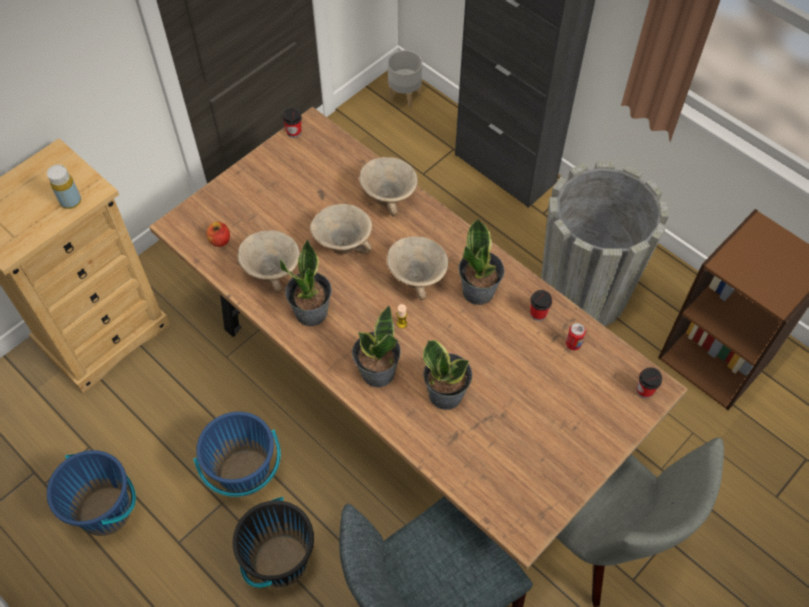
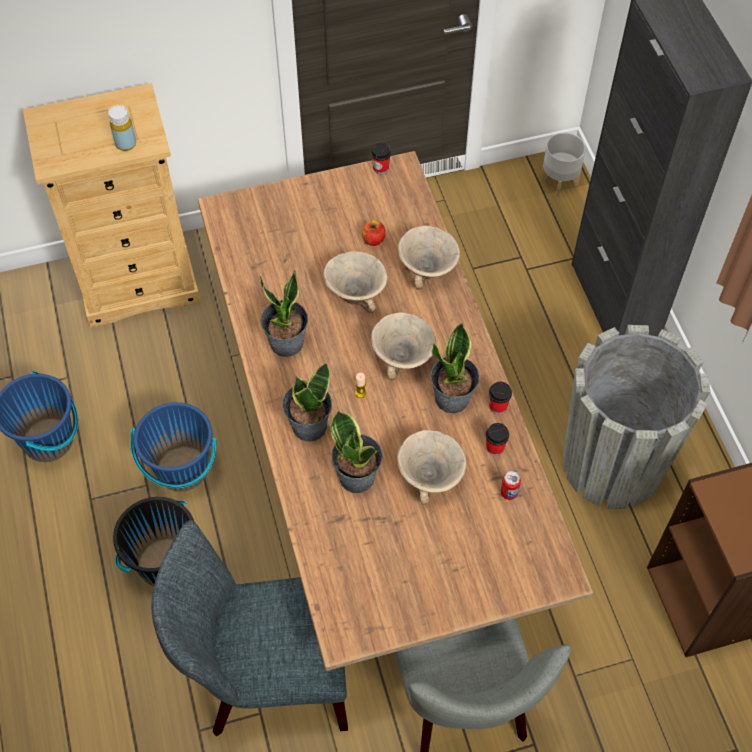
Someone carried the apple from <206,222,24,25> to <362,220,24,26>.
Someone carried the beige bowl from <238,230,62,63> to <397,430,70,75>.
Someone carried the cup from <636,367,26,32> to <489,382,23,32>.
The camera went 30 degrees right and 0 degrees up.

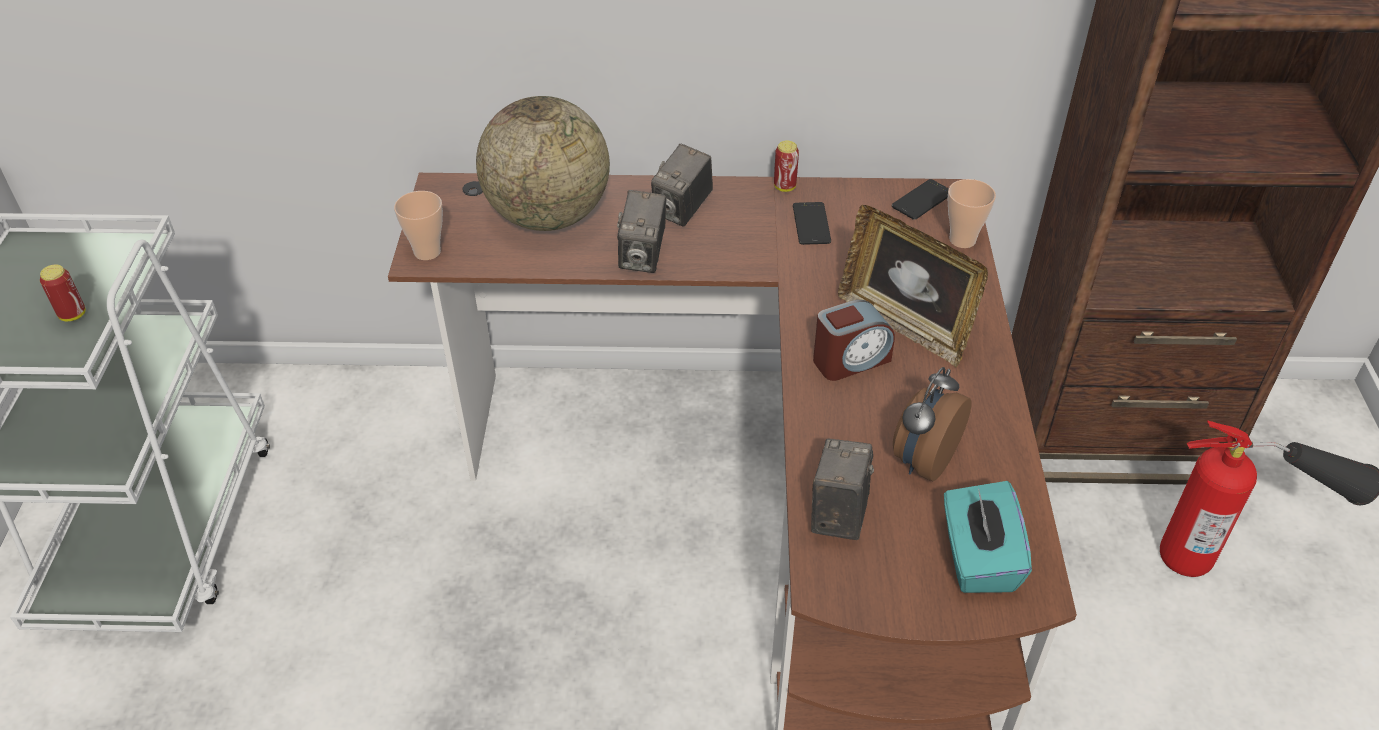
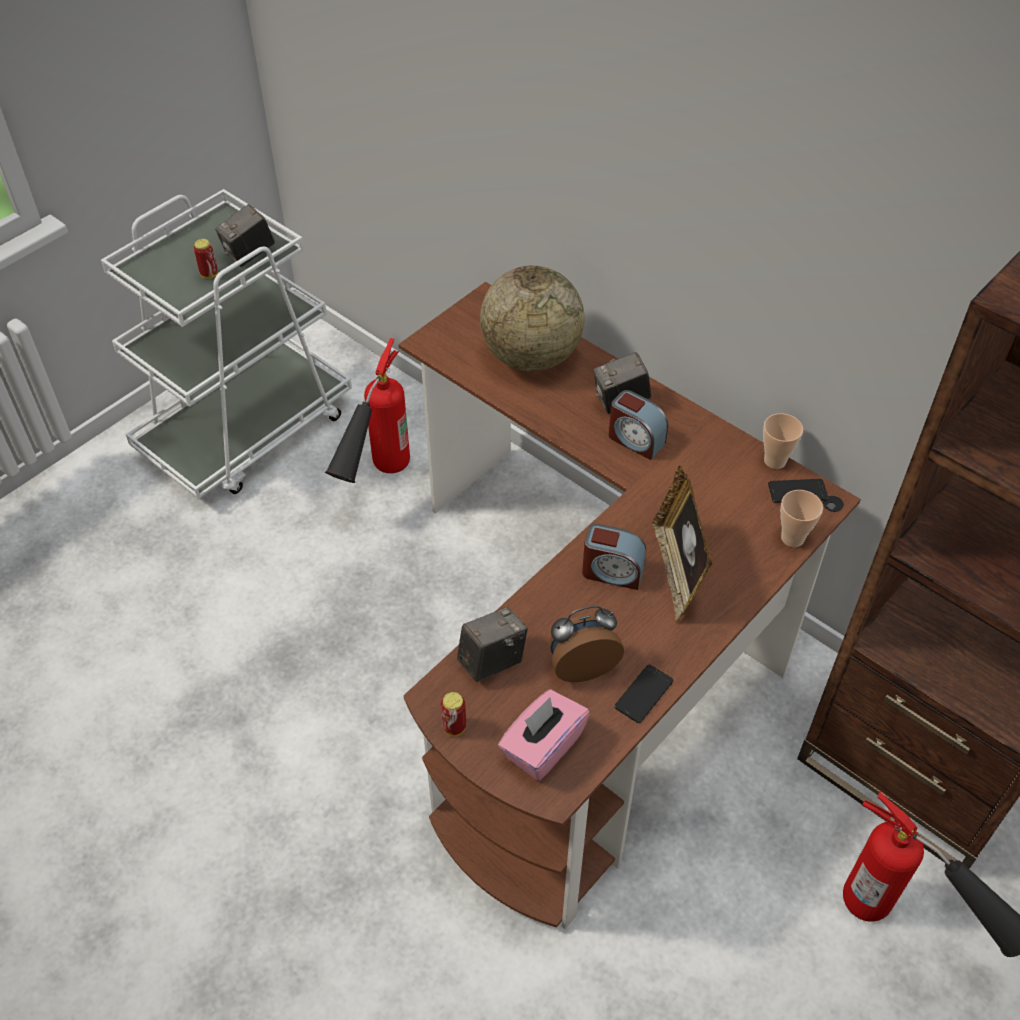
Someone carried the photo camera from <617,190,49,83> to <215,204,60,63>.
Someone put down the fire extinguisher at <325,338,85,145>.
Someone carried the can from <774,141,25,51> to <441,692,25,44>.
Someone repainted the turquoise tissue box at <944,481,88,112>, which became the pink tissue box at <498,690,92,91>.
Someone put down the alarm clock at <609,390,59,70>.
Someone carried the phone from <793,202,38,43> to <614,665,59,58>.
Someone carried the cup from <394,191,49,69> to <763,413,40,56>.
The camera went 40 degrees right and 5 degrees up.

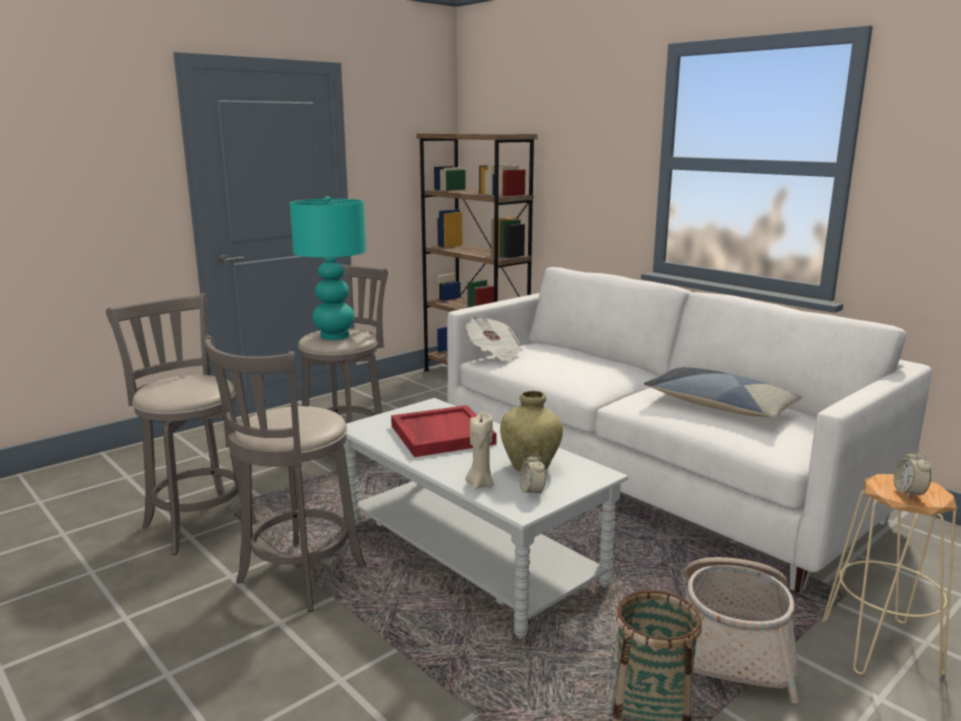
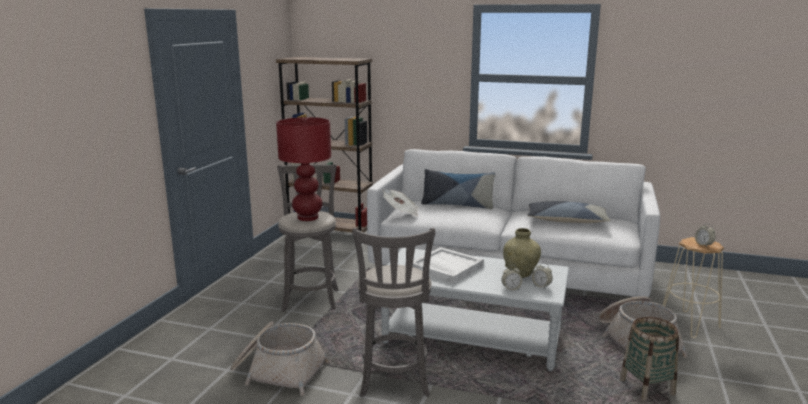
Someone swapped the grey stool at <106,294,152,261> for the basket at <230,322,100,74>.
Someone repainted the turquoise table lamp at <290,196,76,144>, which became the red table lamp at <276,117,55,104>.
Someone repainted the red tray at <391,405,105,52>, which became the white tray at <412,247,72,37>.
Someone put down the pillow at <421,169,74,40>.
Someone swapped the beige candle at <465,412,29,77> for the alarm clock at <501,265,21,26>.
The camera went 30 degrees left and 0 degrees up.

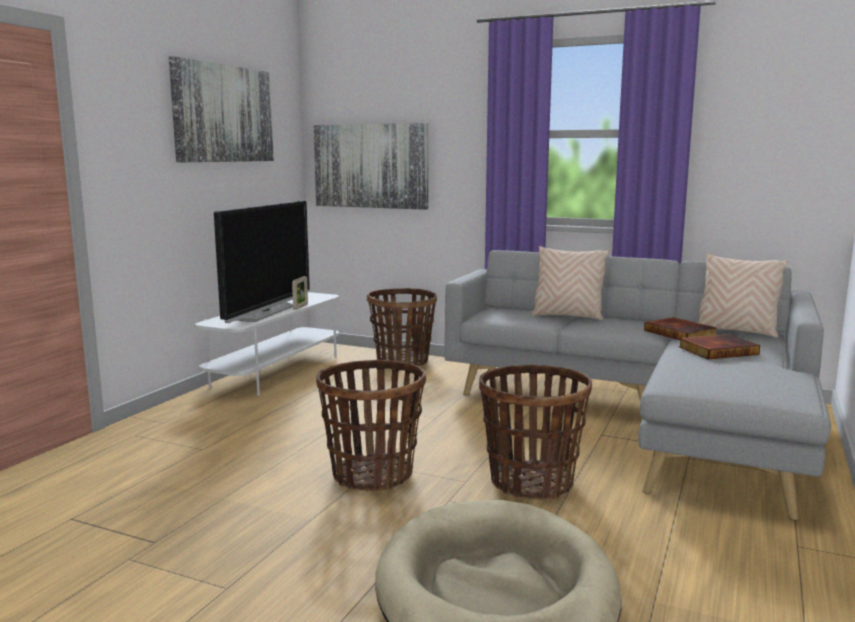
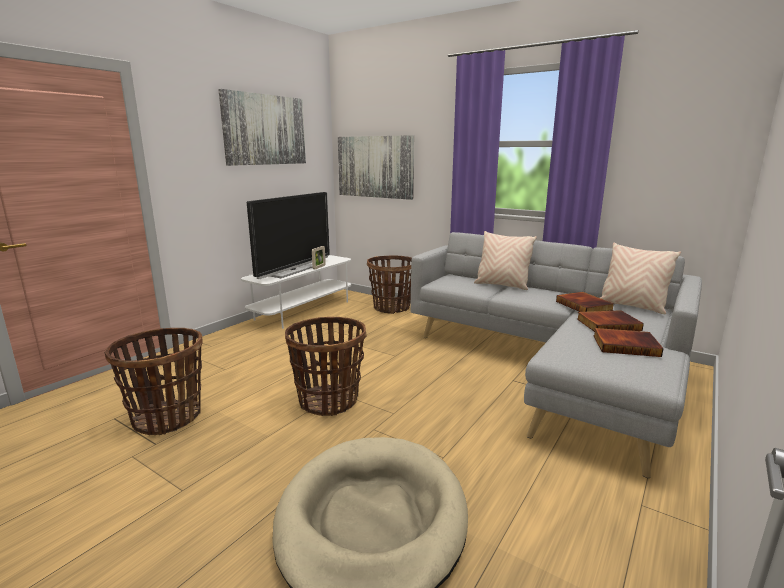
Someone carried the basket from <479,364,113,136> to <104,328,99,107>.
Someone put down the book at <593,328,71,29>.
The camera went 10 degrees right and 5 degrees up.

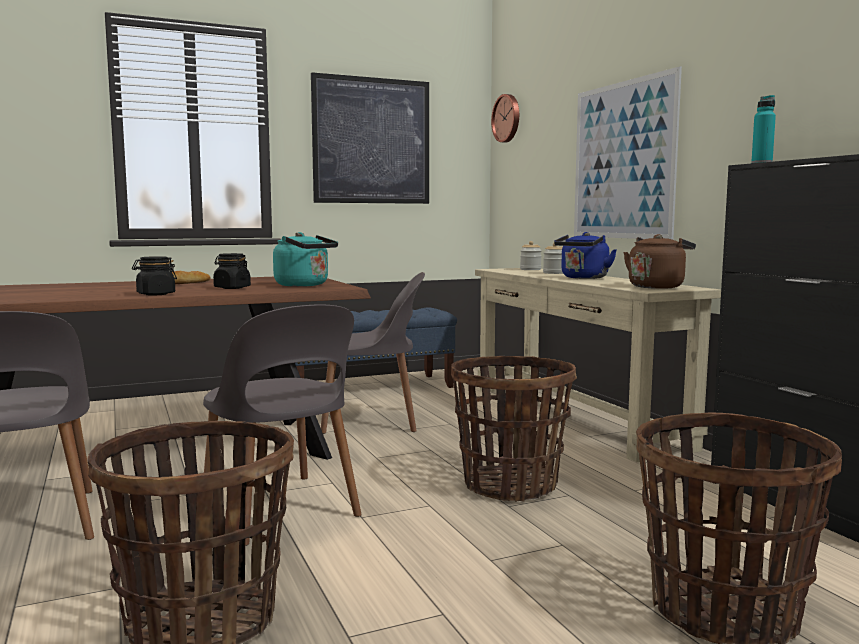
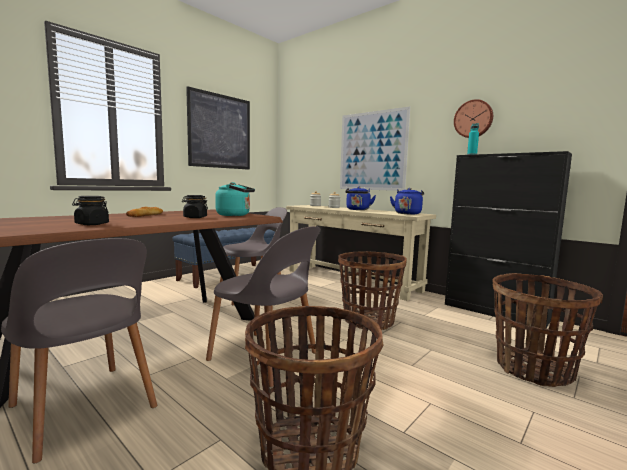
Someone carried the black jar from <132,256,45,40> to <72,196,37,29>.
Someone repainted the brown kettle at <623,234,73,55>, which became the blue kettle at <390,188,34,27>.
Someone carried the wall clock from <491,94,28,49> to <454,99,39,39>.
The camera went 25 degrees left and 0 degrees up.

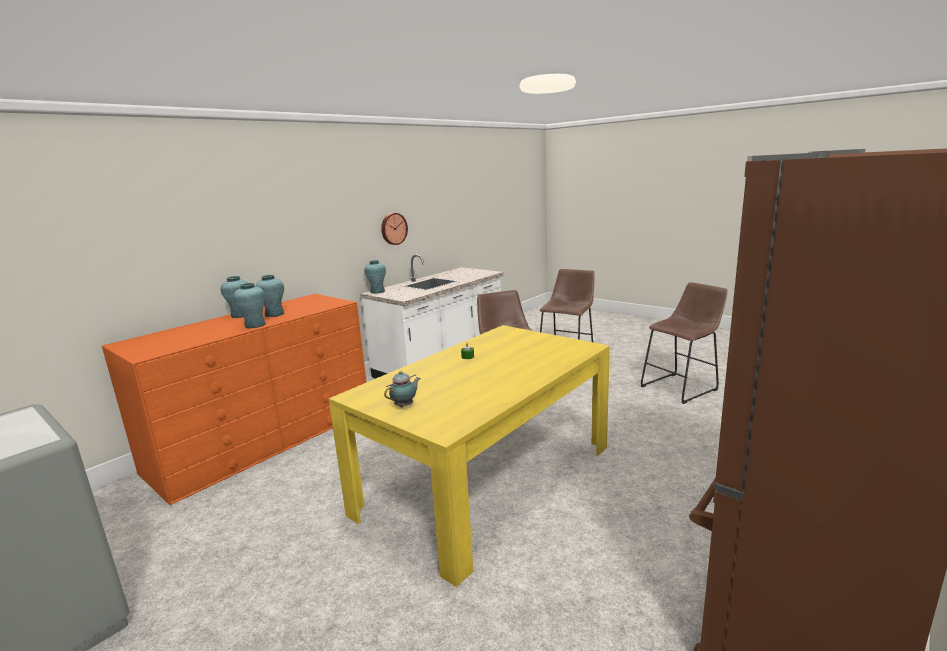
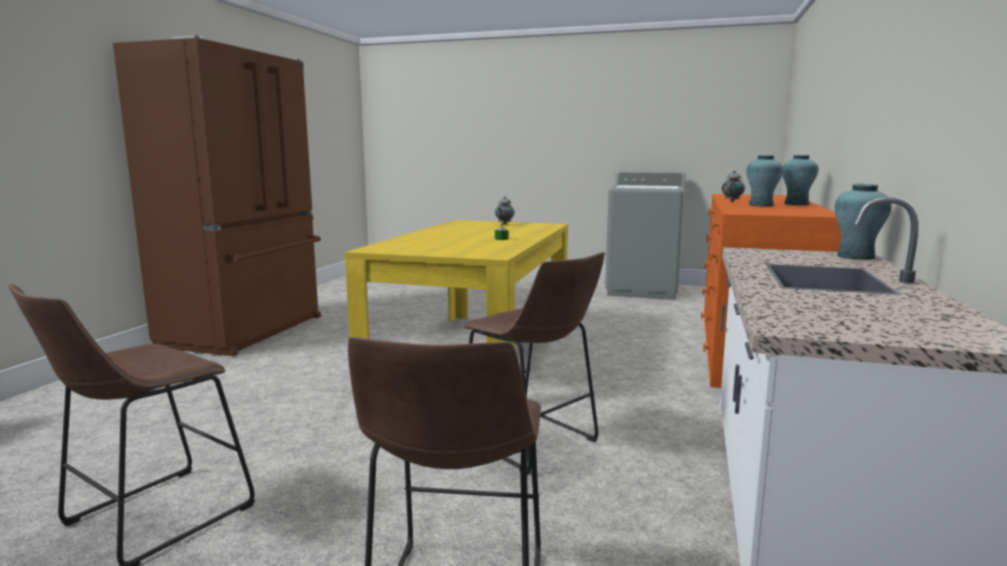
Someone swapped the turquoise vase at <234,283,32,45> for the teapot at <722,171,23,31>.
Someone took away the wall clock at <381,213,27,32>.
The camera went 155 degrees right and 5 degrees down.

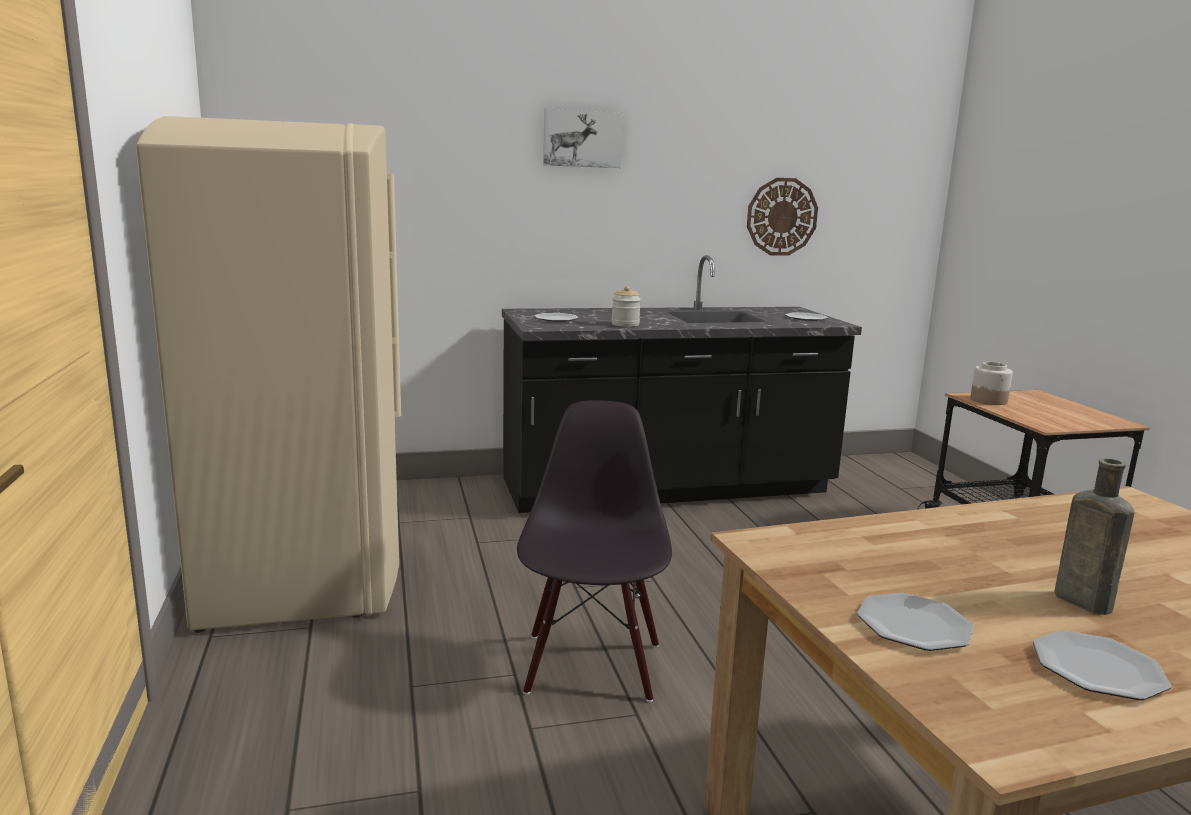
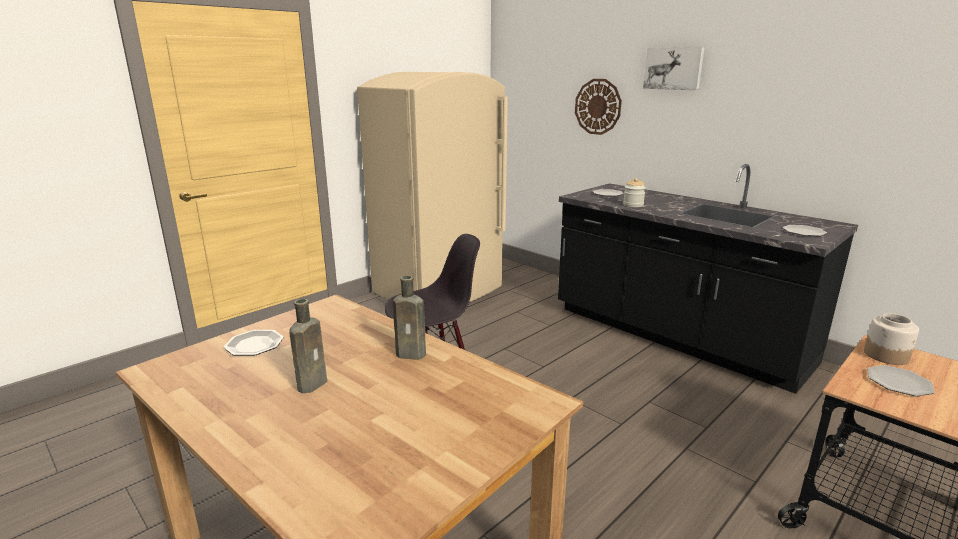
Someone put down the brown bottle at <393,276,33,84>.
Someone carried the wall clock from <747,178,71,78> to <575,79,47,56>.
Someone carried the plate from <1033,630,138,70> to <868,365,67,31>.
The camera went 60 degrees right and 5 degrees up.

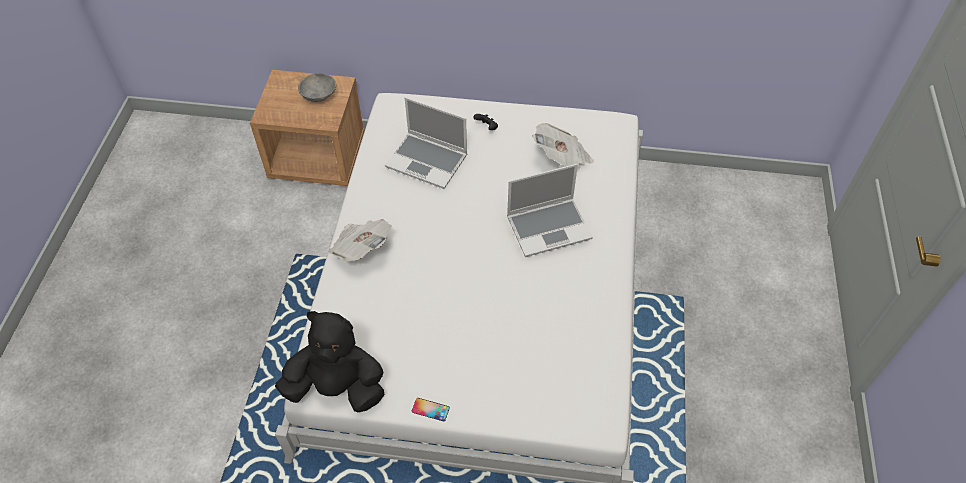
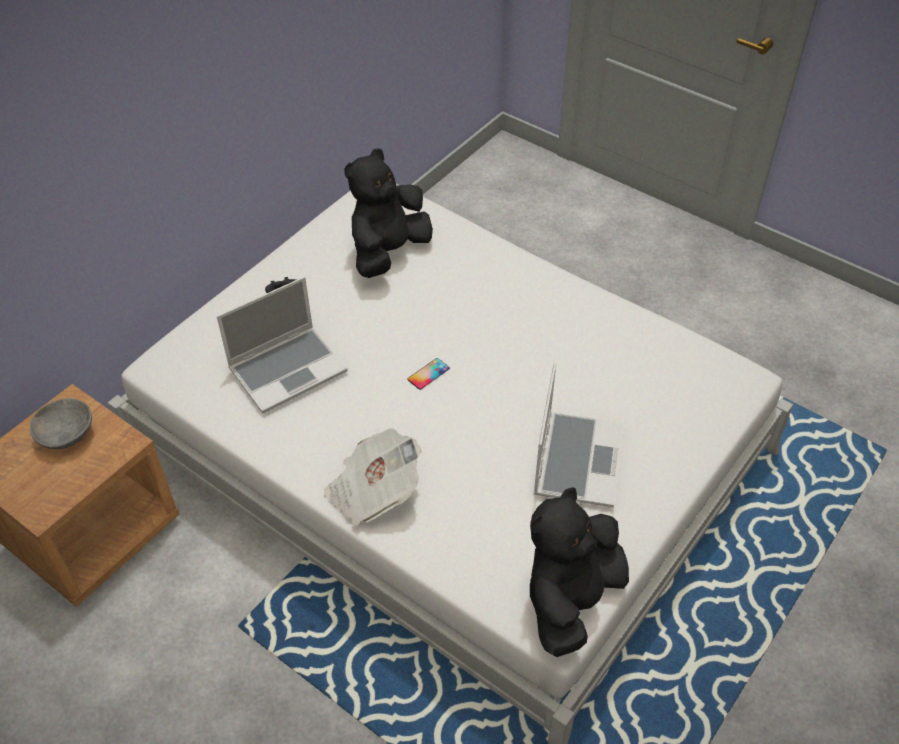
Someone swapped the newspaper at <532,123,62,45> for the black plush toy at <344,148,89,130>.
Someone carried the phone from <412,398,38,24> to <407,358,43,32>.
Someone carried the laptop from <507,164,86,93> to <534,362,89,145>.
The camera went 60 degrees left and 5 degrees down.

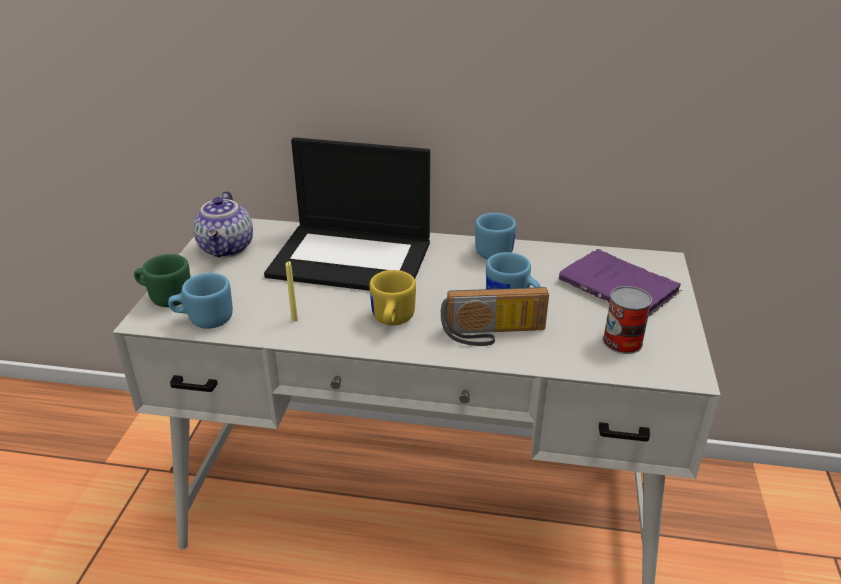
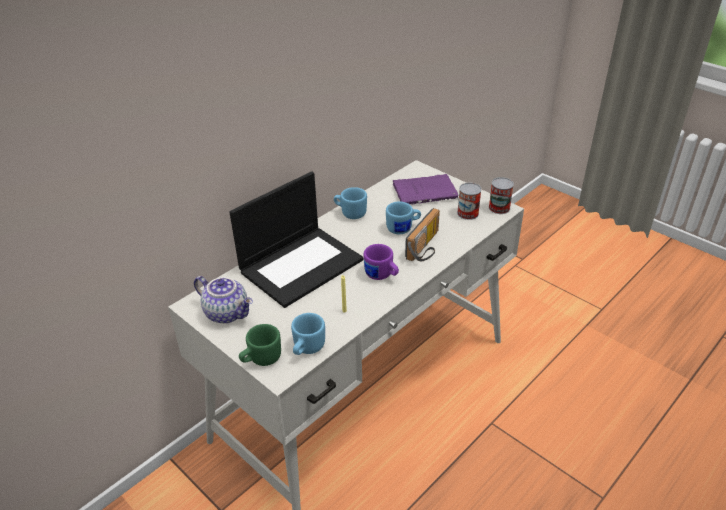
Someone repainted the yellow mug at <369,270,47,55>, which became the purple mug at <364,244,35,36>.
Someone put down the can at <489,177,25,37>.
The camera went 55 degrees left and 5 degrees up.

